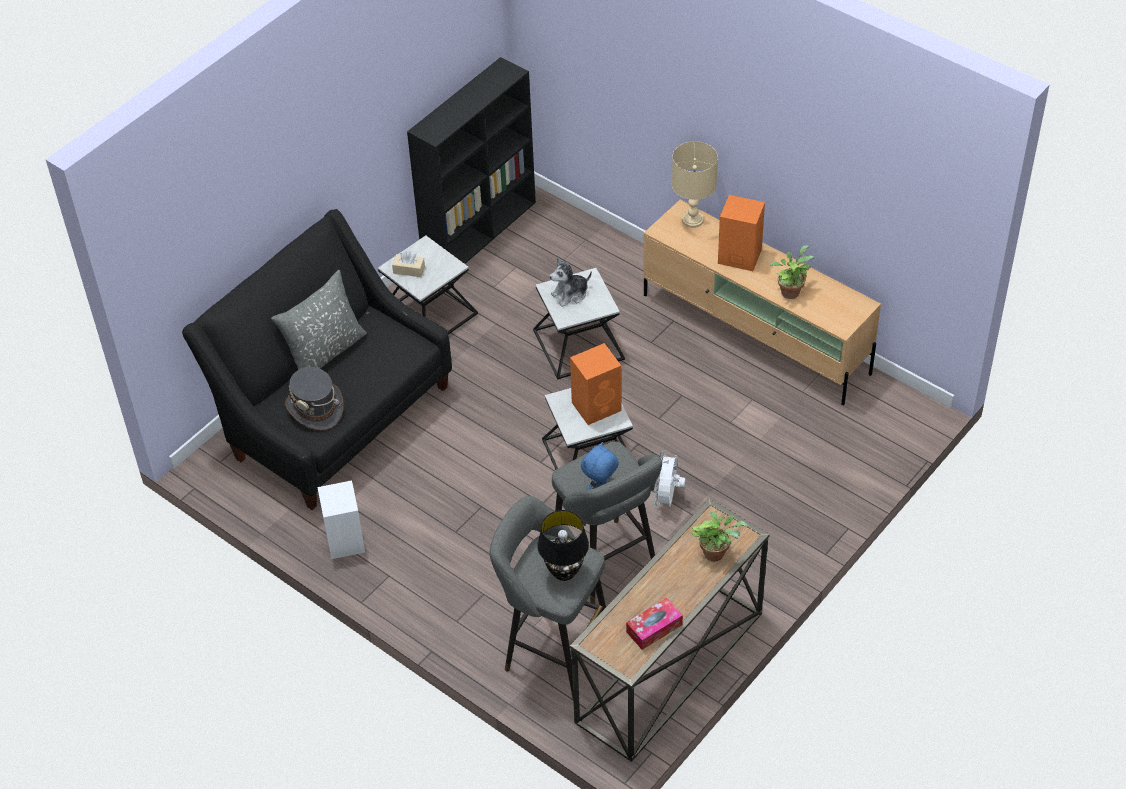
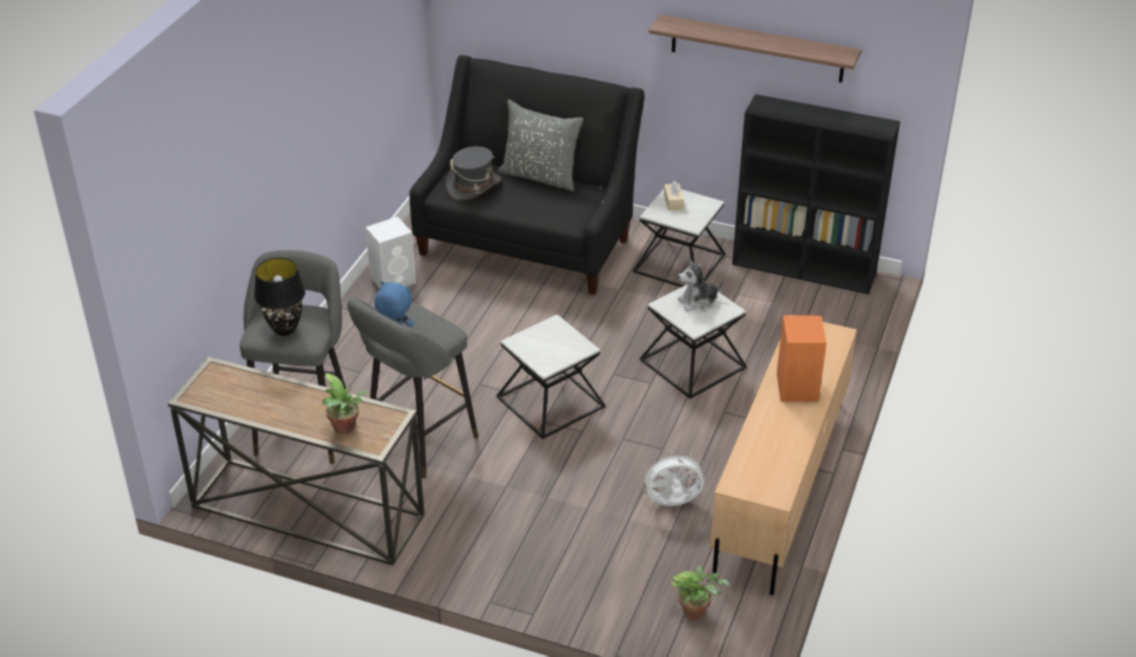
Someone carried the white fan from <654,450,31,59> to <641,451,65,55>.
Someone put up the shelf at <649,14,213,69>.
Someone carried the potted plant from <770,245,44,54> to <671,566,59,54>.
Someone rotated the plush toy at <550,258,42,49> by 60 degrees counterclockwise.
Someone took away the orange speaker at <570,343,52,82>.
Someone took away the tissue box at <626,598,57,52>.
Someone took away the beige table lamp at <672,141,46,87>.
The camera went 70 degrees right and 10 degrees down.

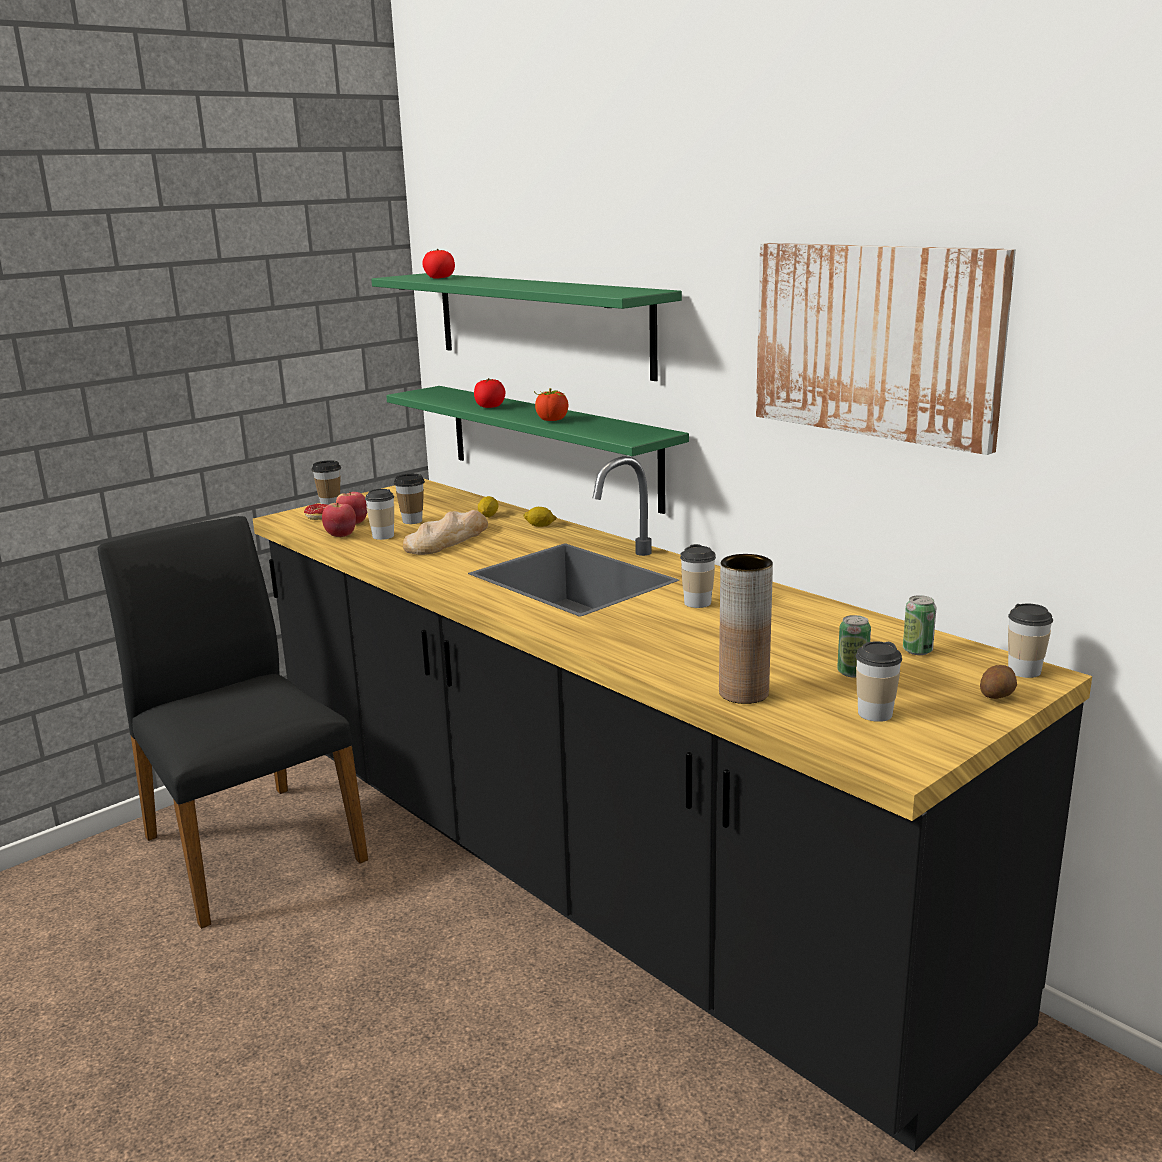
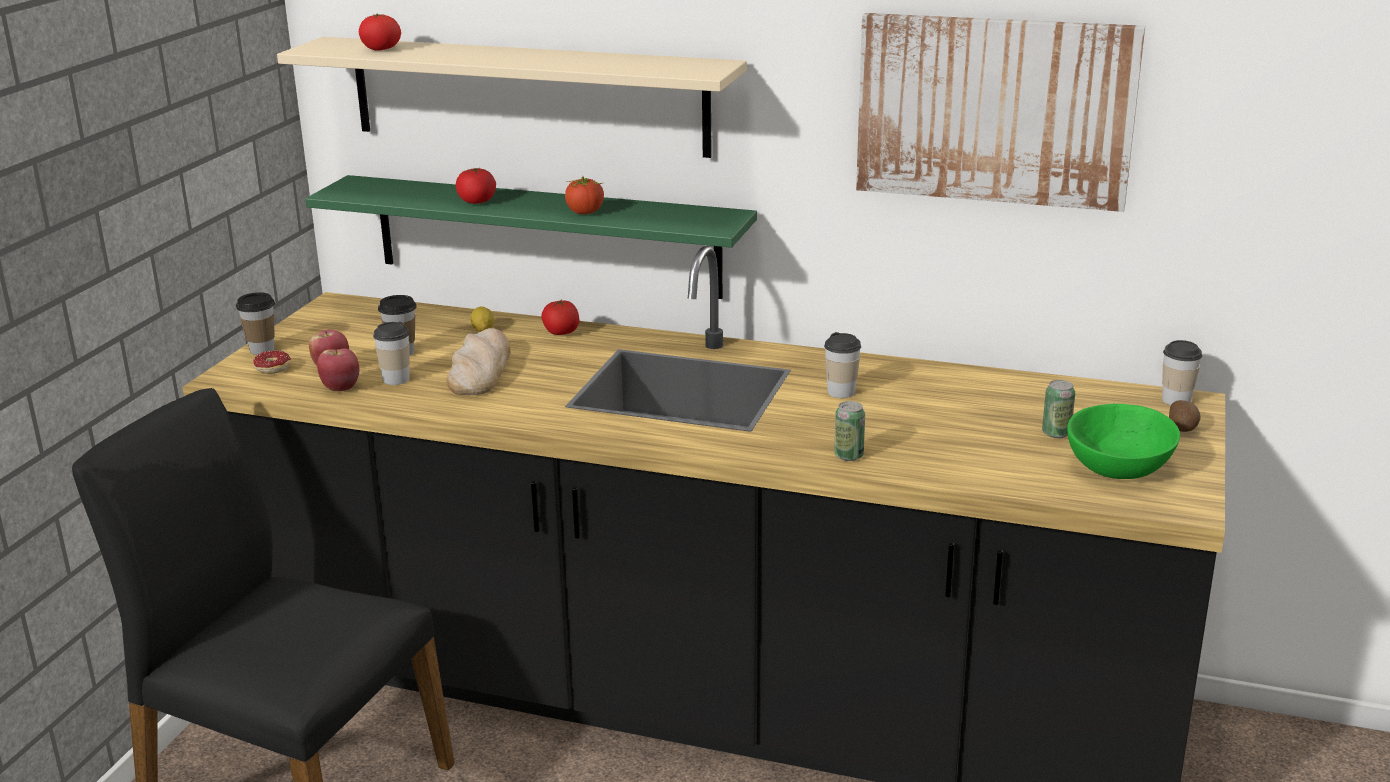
Someone repainted the green shelf at <371,273,311,108>, which became the beige shelf at <277,37,470,121>.
Someone swapped the lemon at <523,507,34,20> for the tomato at <541,300,38,35>.
Someone carried the can from <903,595,33,60> to <834,401,31,60>.
Someone swapped the cup at <856,641,46,81> for the green bowl at <1067,404,113,75>.
Someone took away the brown vase at <719,554,54,150>.
The camera went 30 degrees left and 5 degrees up.

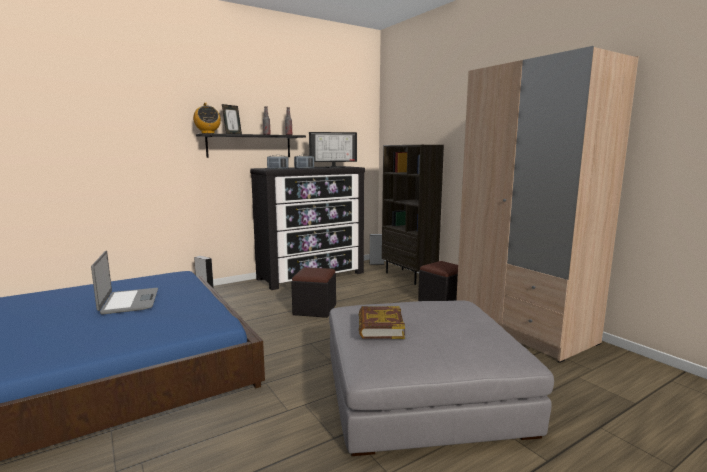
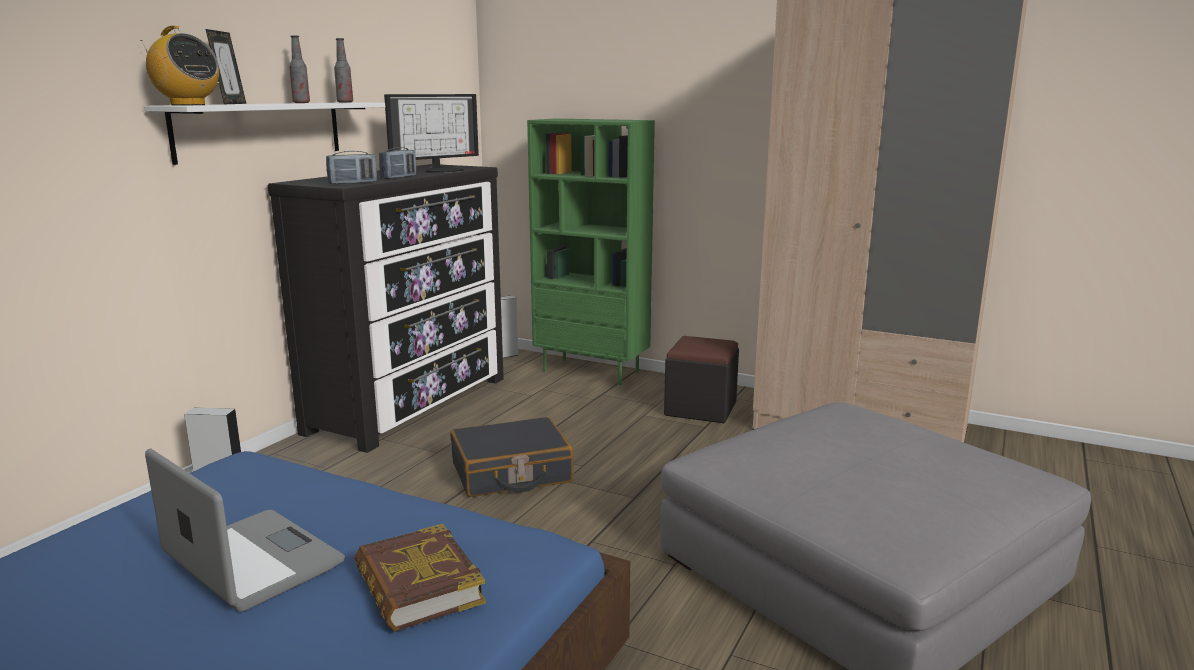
Someone repainted the black shelf at <196,133,110,25>, which became the white shelf at <144,102,241,63>.
Someone carried the book from <359,306,46,33> to <355,524,131,108>.
Someone swapped the black ottoman at <291,267,45,51> for the black suitcase at <450,417,124,80>.
Someone repainted the brown bookcase at <382,145,62,140>, which became the green bookcase at <527,119,128,266>.
The camera went 30 degrees left and 5 degrees up.

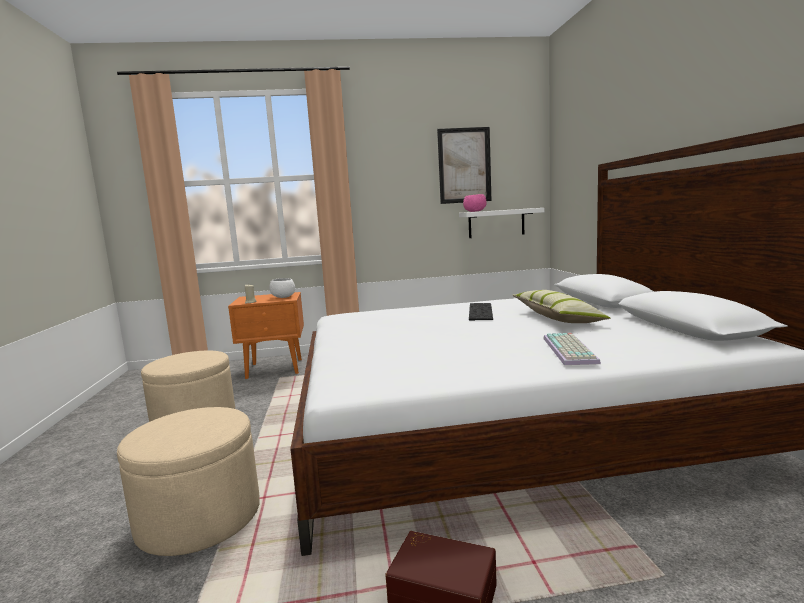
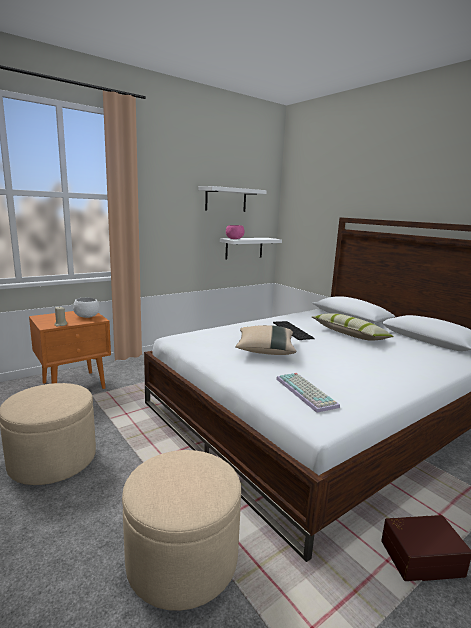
Someone swapped the picture at <437,127,55,77> for the white shelf at <198,186,69,26>.
Someone put down the beige pillow at <235,325,61,30>.
Someone carried the keyboard from <543,333,58,32> to <276,373,64,40>.
The camera went 30 degrees left and 5 degrees up.

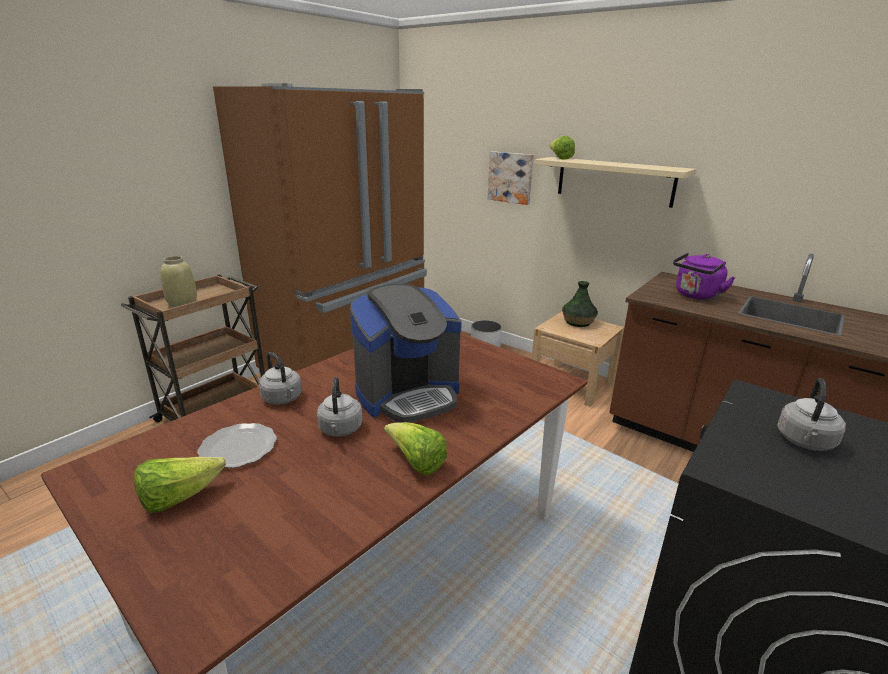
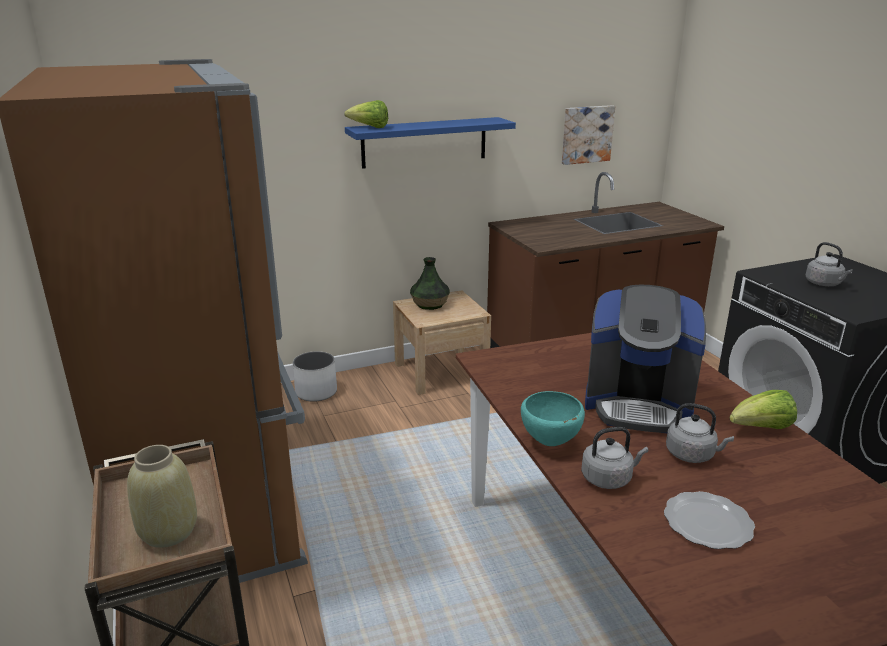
Someone repainted the beige shelf at <535,157,161,51>, which became the blue shelf at <345,117,171,52>.
Someone put down the turquoise bowl at <521,391,64,55>.
Someone carried the picture from <488,151,46,54> to <562,105,53,60>.
Someone rotated the coffee machine at <350,284,112,139> by 105 degrees clockwise.
Someone took away the lettuce at <134,457,92,56>.
Someone took away the purple kettle at <673,252,63,48>.
The camera went 60 degrees left and 0 degrees up.

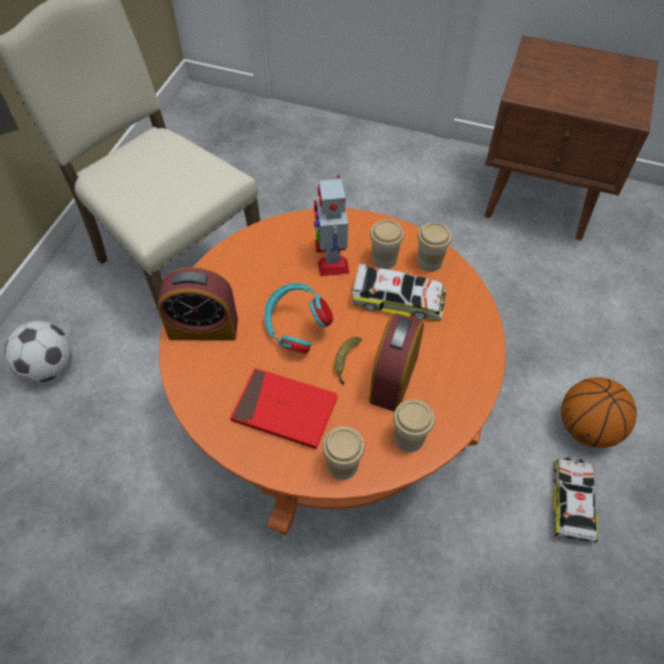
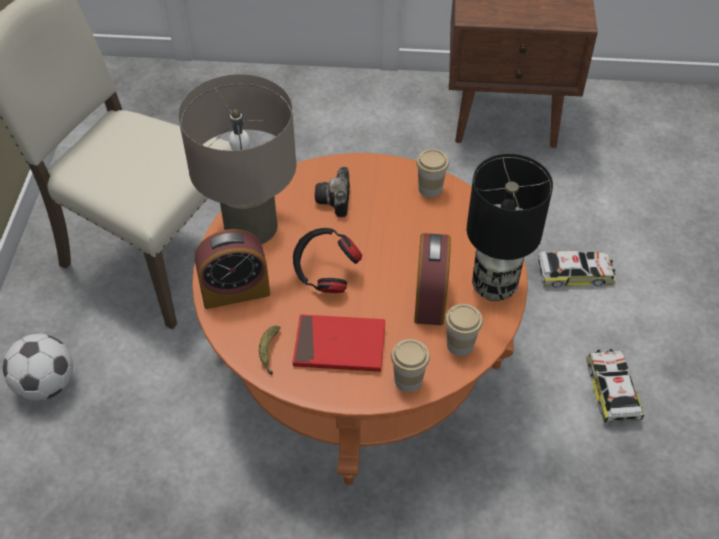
Someone put down the beige table lamp at <178,74,118,170>.
Someone carried the banana from <335,337,27,48> to <259,326,22,49>.
Someone repainted the turquoise headphones at <264,283,69,71>, which became the black headphones at <293,228,69,65>.
Someone swapped the toy robot at <314,175,35,102> for the photo camera at <315,167,35,50>.
Someone put down the black table lamp at <467,154,86,147>.
Someone carried the toy car from <352,263,94,58> to <538,250,77,38>.
Someone took away the cup at <370,220,34,49>.
Someone took away the basketball at <561,377,76,71>.
The camera went 15 degrees left and 5 degrees down.

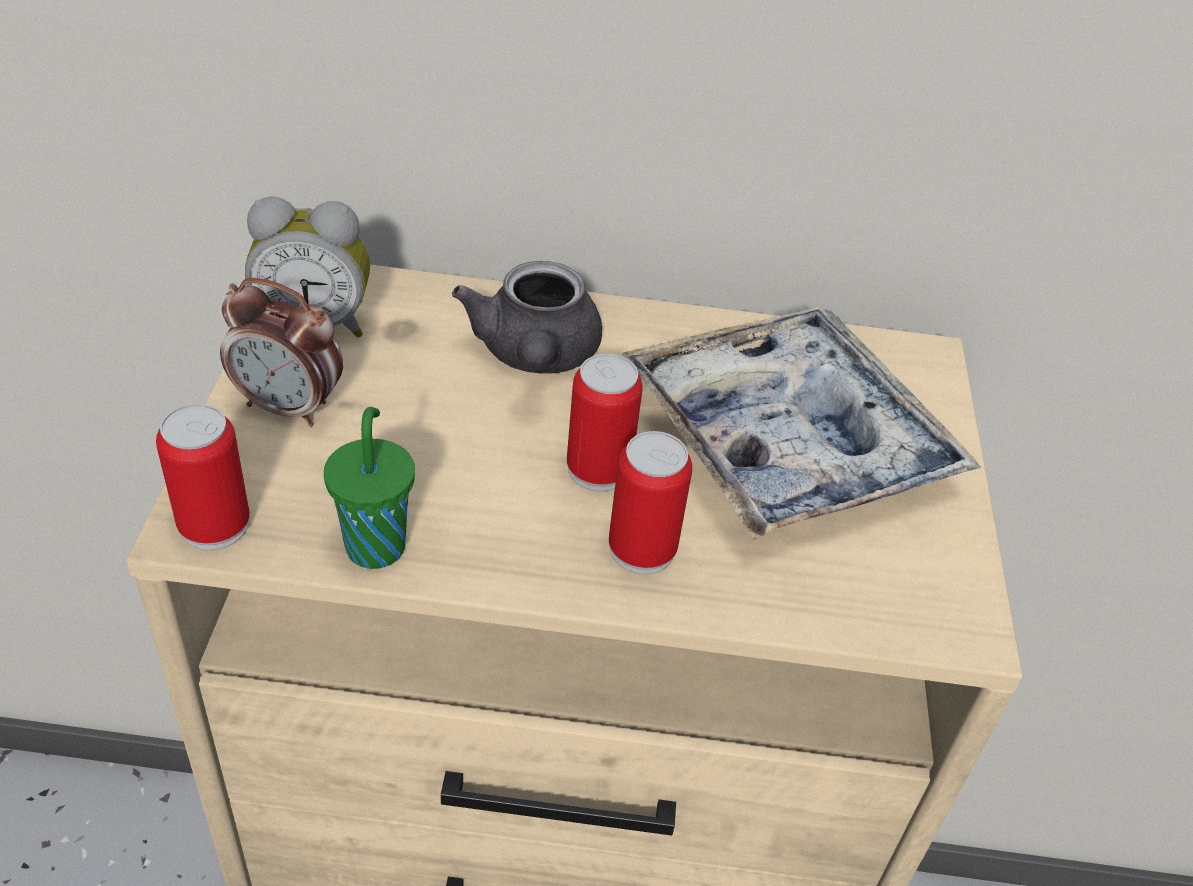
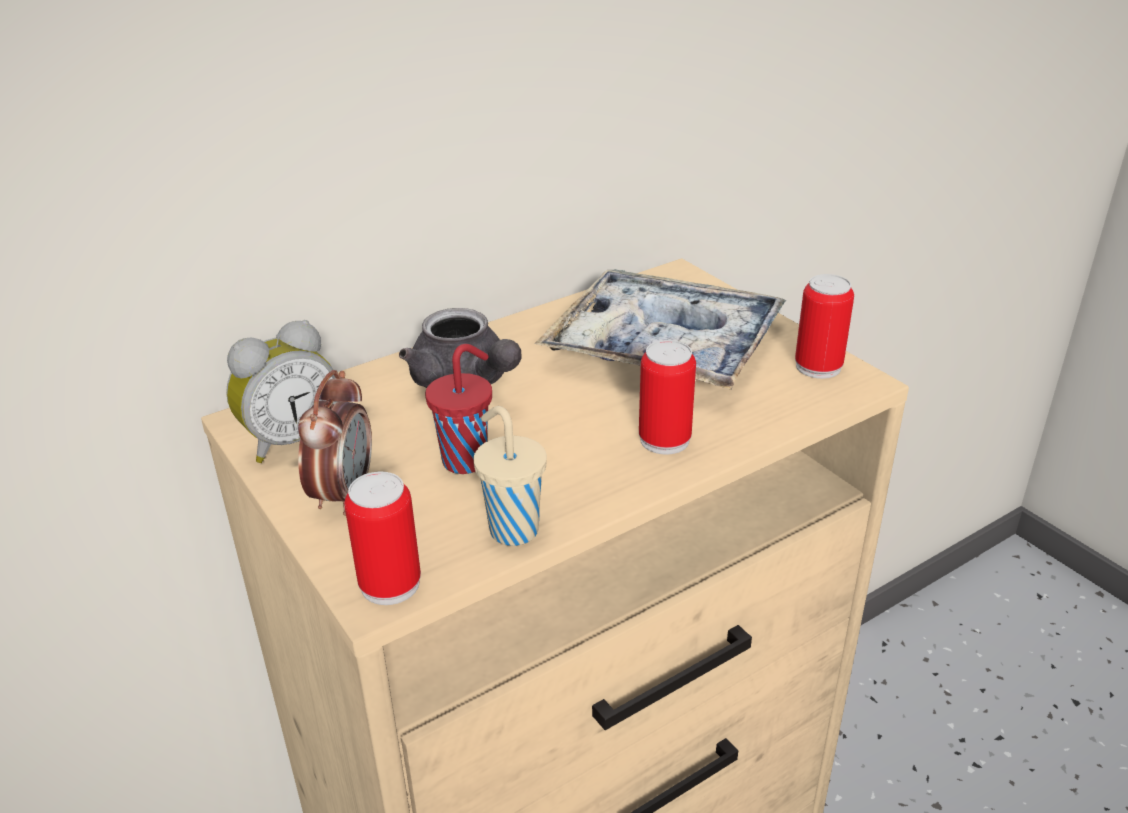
Someone rotated the alarm clock at <220,278,123,149> by 60 degrees counterclockwise.
Someone put down the red cup at <425,344,67,130>.
Someone repainted the green cup at <324,407,91,162>, which became the beige cup at <473,406,74,140>.
Someone carried the can from <567,354,76,138> to <795,274,59,105>.
The camera went 35 degrees left and 10 degrees down.

